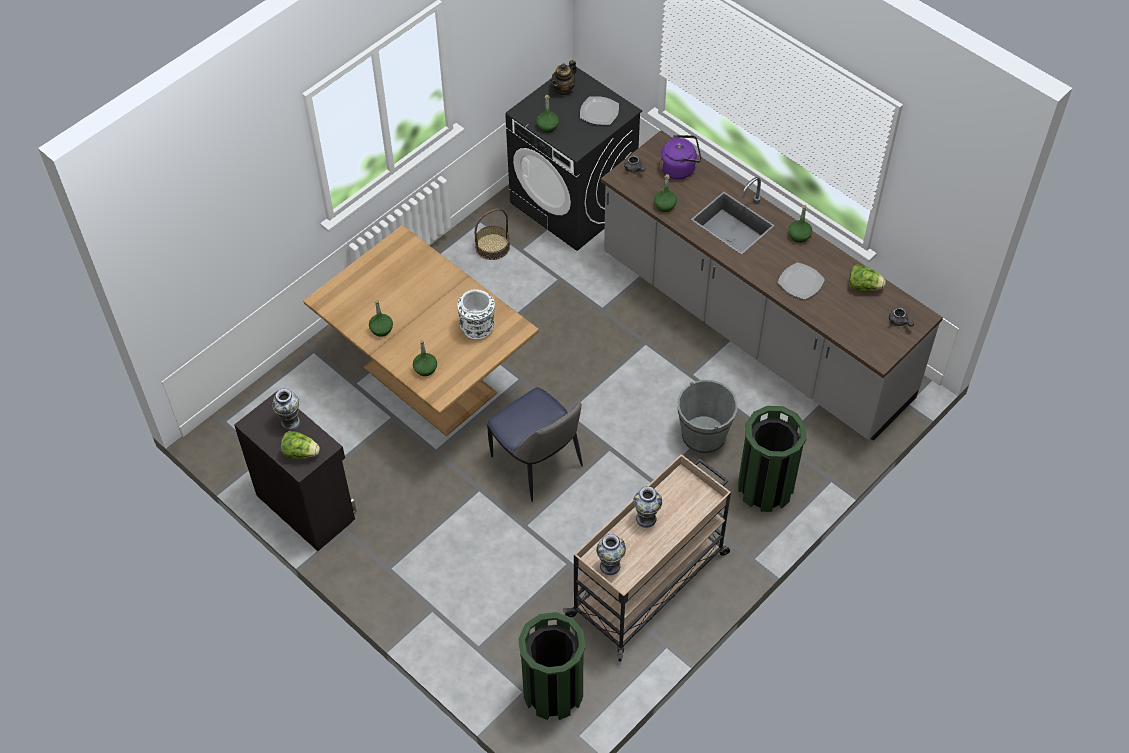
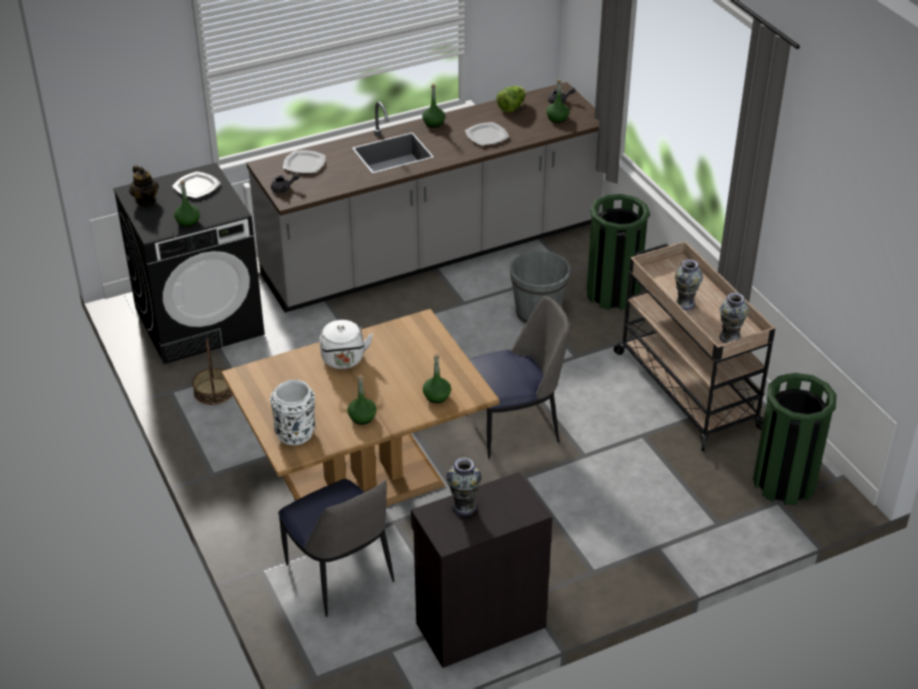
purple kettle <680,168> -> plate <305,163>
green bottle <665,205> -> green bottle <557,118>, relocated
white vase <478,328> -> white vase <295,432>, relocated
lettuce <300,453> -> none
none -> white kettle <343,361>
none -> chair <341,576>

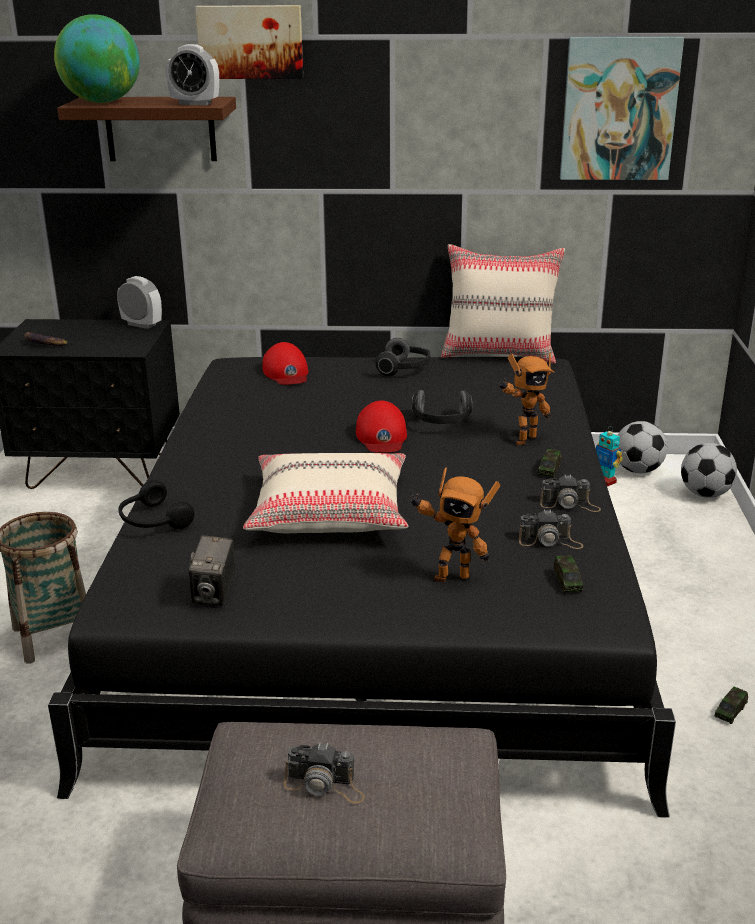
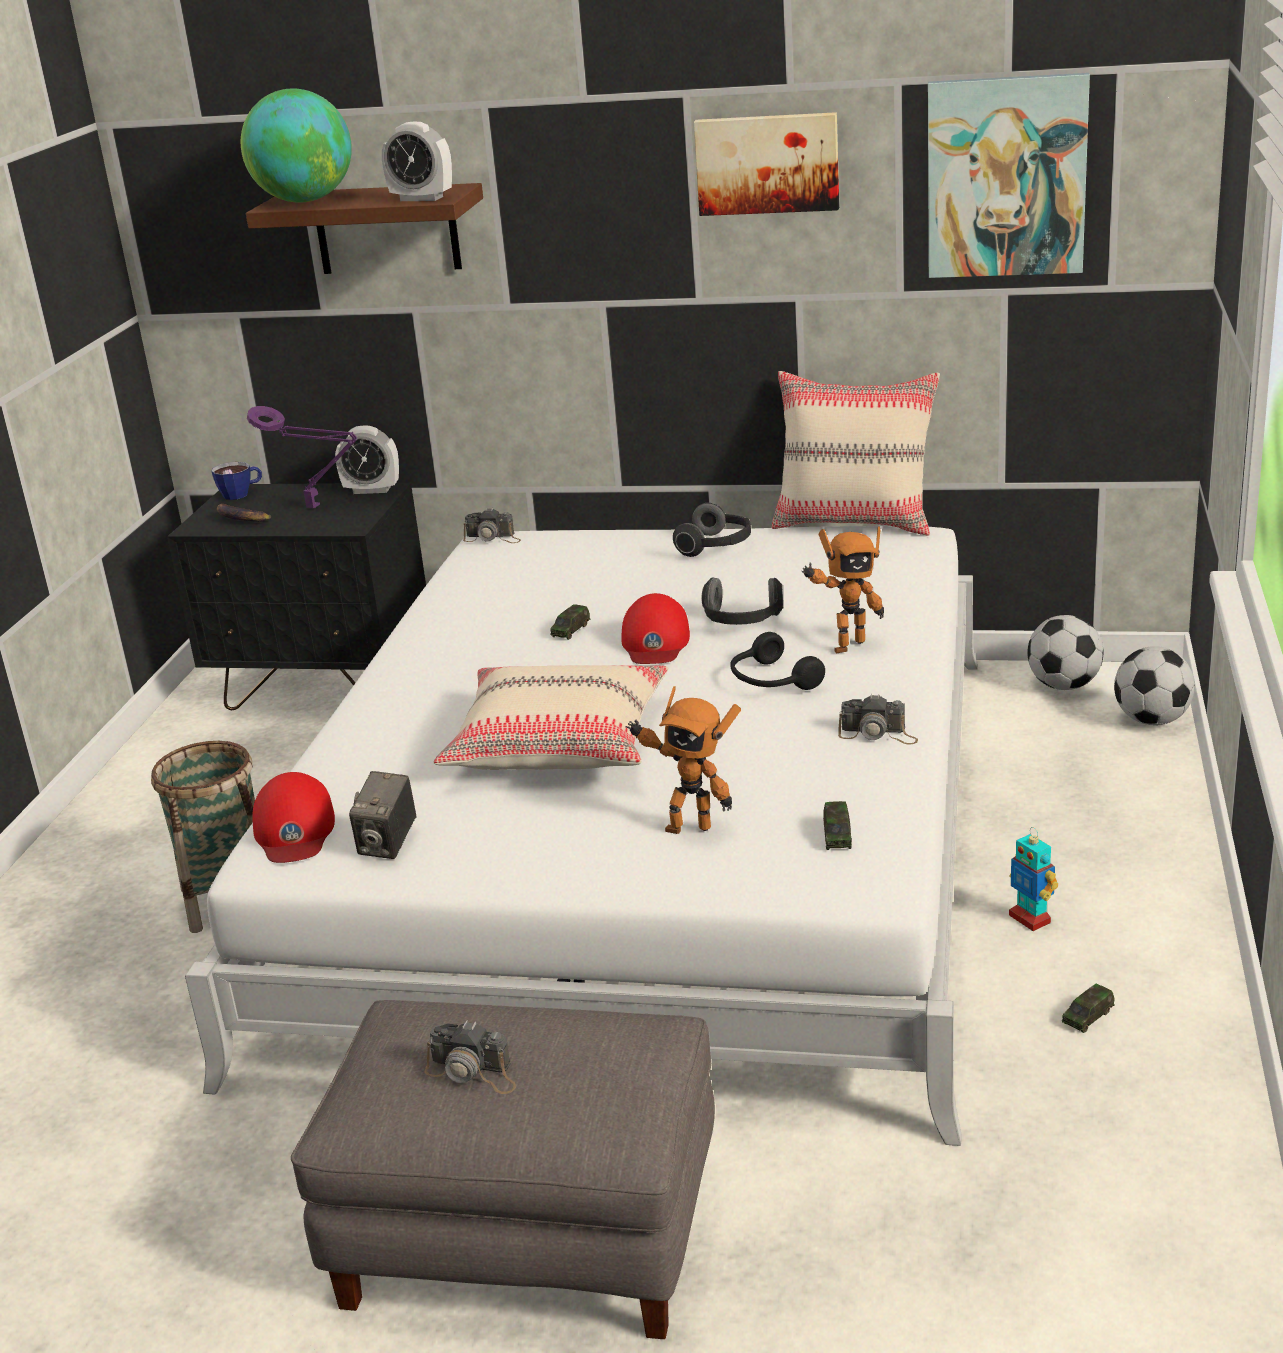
picture <250,42> -> picture <767,163>, relocated
alarm clock <141,325> -> alarm clock <372,490>, 150 degrees clockwise
red cap <286,373> -> red cap <294,830>, relocated
black bed <378,586> -> white bed <655,843>
toy robot <604,481> -> toy robot <1030,919>, relocated
toy car <549,469> -> toy car <571,630>, relocated
black headphones <152,521> -> black headphones <771,681>, relocated
photo camera <550,541> -> photo camera <493,538>, relocated
none -> purple table lamp <316,508>
none -> cup <241,494>

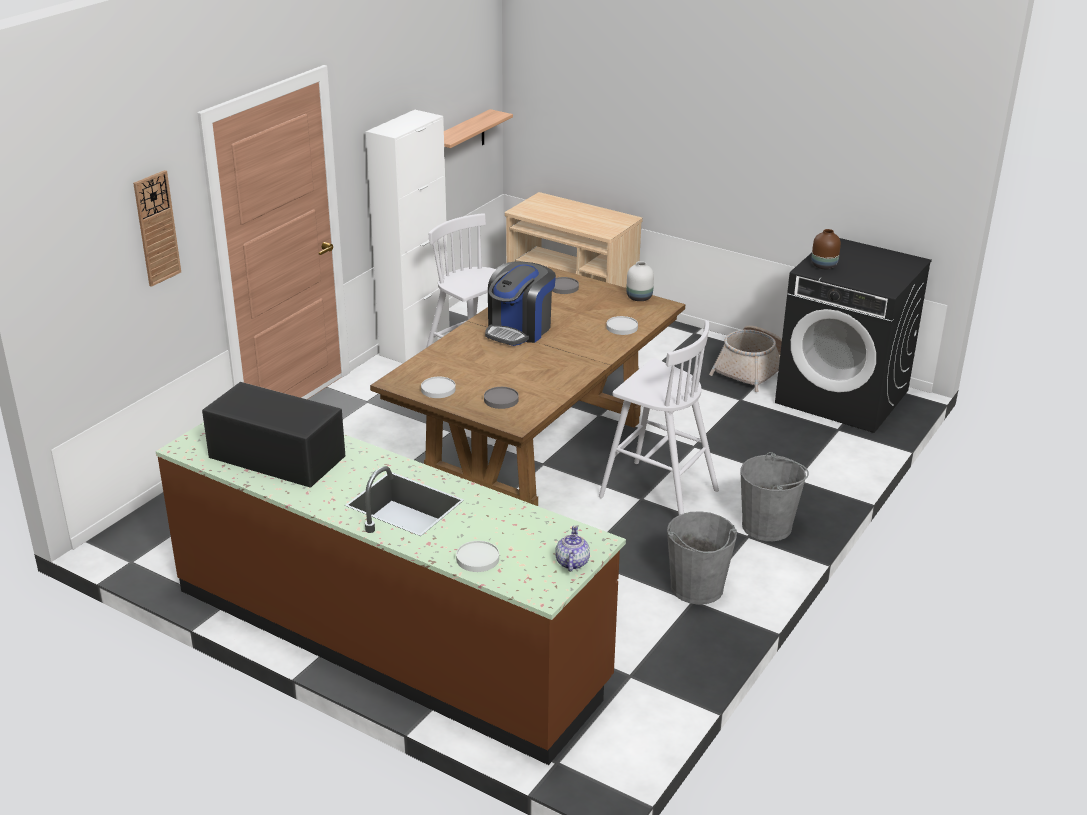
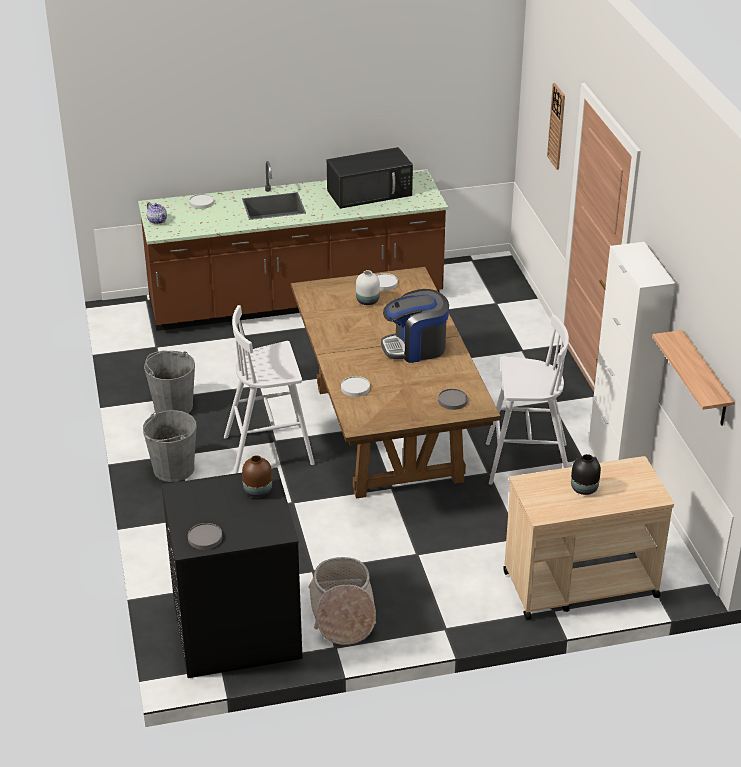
white vase <638,297> -> white vase <368,301>, relocated
coffee machine <519,329> -> coffee machine <415,347>, 90 degrees counterclockwise
grey plate <501,400> -> grey plate <205,538>, relocated
none -> black vase <585,488>

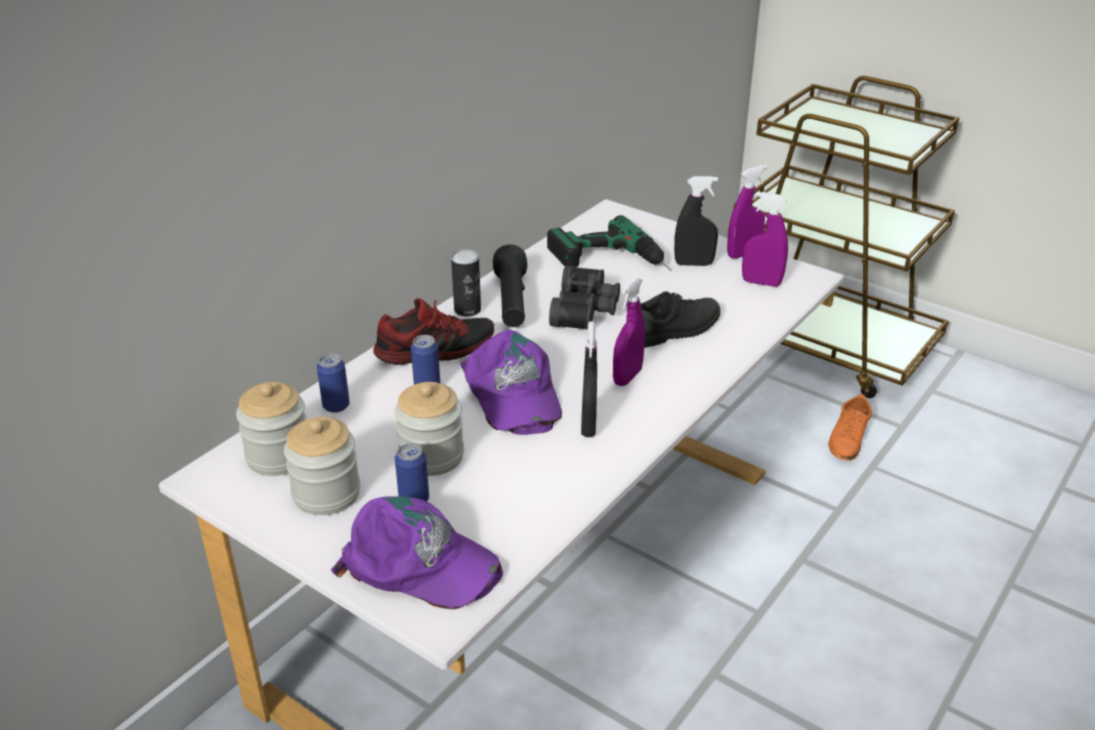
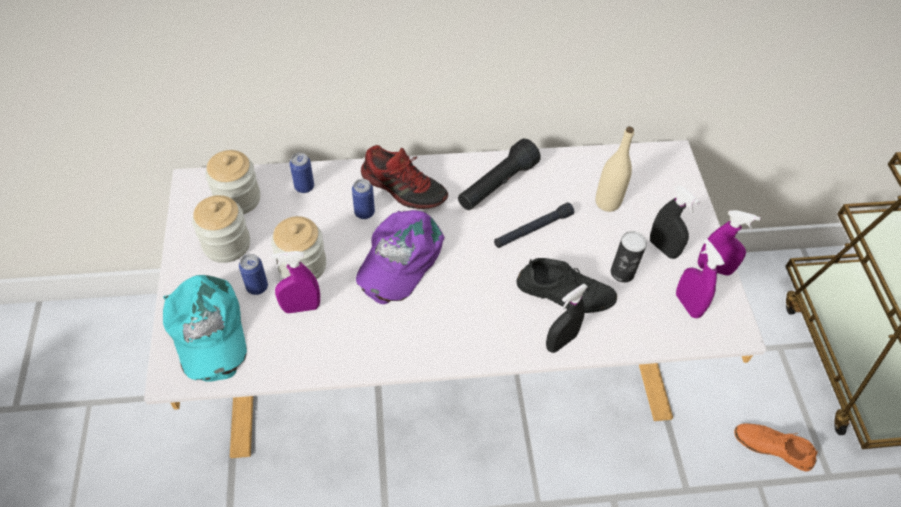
power drill <612,262> -> beige bottle <607,202>
can <467,310> -> can <622,273>, relocated
black binoculars <587,310> -> black flashlight <533,230>
purple spray bottle <627,377> -> purple spray bottle <301,307>, relocated
black spray bottle <588,426> -> black spray bottle <561,342>, relocated
orange shoe <848,438> -> orange shoe <772,447>, 45 degrees clockwise
purple cap <419,565> -> turquoise cap <206,331>

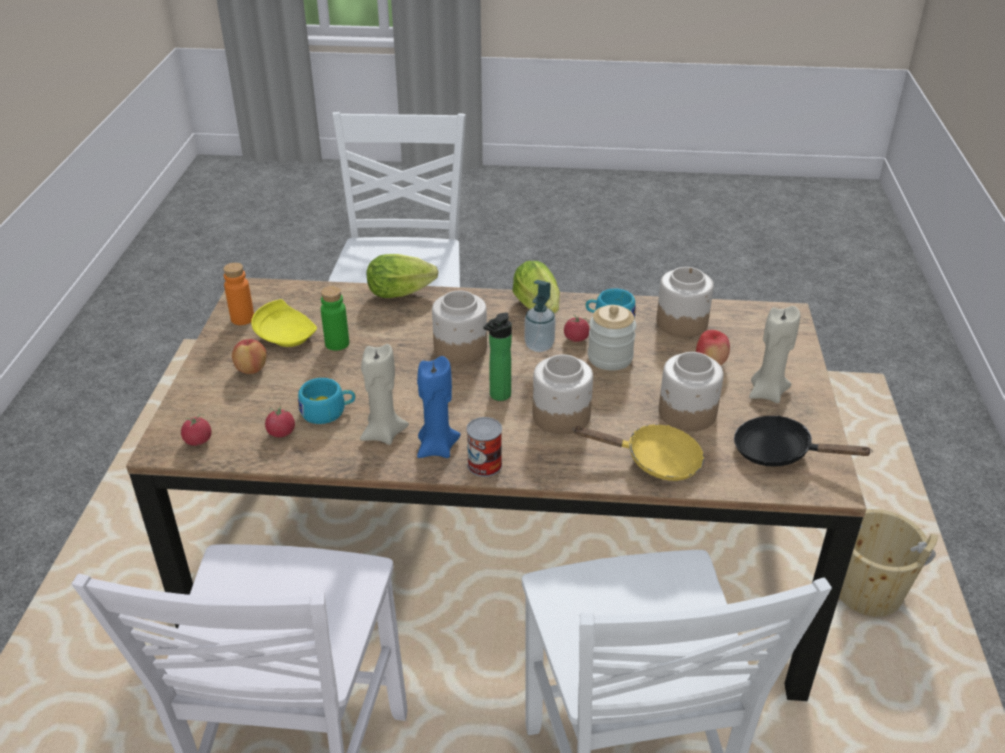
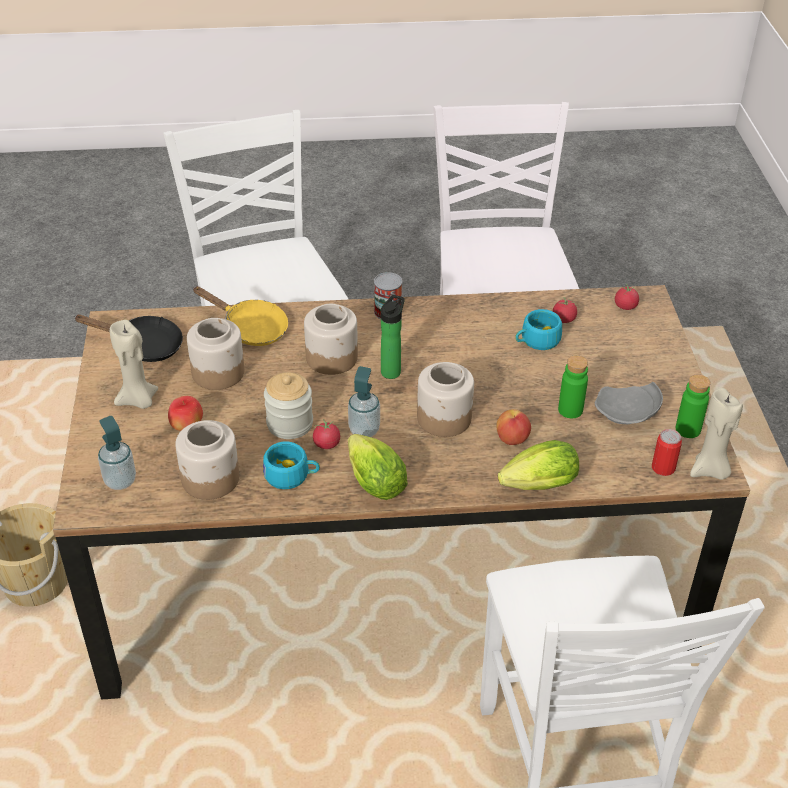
orange bottle <242,319> -> green bottle <688,429>
yellow plate <286,335> -> grey plate <627,414>
apple <251,369> -> apple <512,439>, relocated
beige candle <383,434> -> beige candle <709,471>, relocated
blue candle <436,448> -> none
yellow frying pan <654,461> -> yellow frying pan <250,328>, 150 degrees counterclockwise
none -> soap dispenser <120,481>
none -> can <663,468>

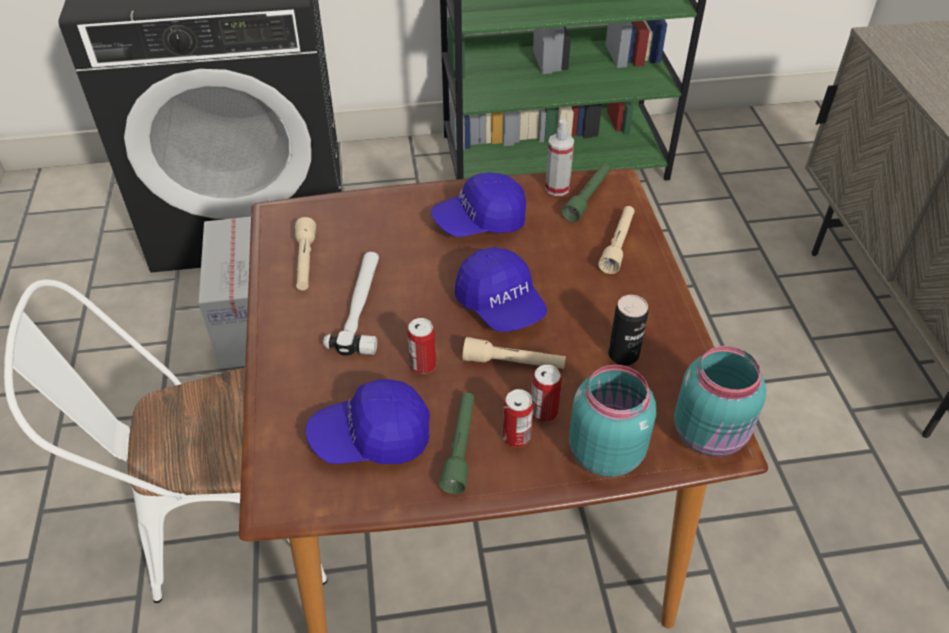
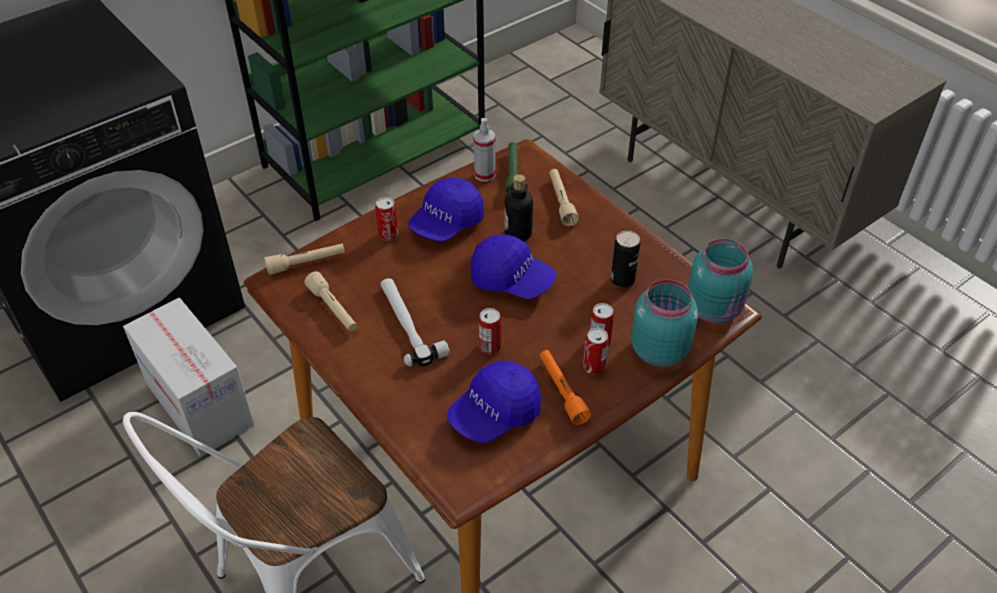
beige flashlight <514,363> -> beige flashlight <306,263>, relocated
green flashlight <460,447> -> orange flashlight <562,391>
none -> bottle <518,233>
none -> can <388,234>

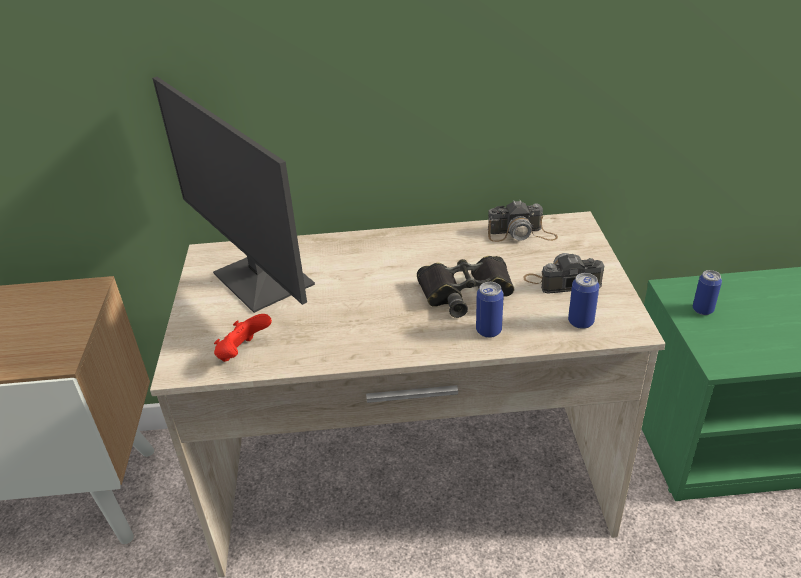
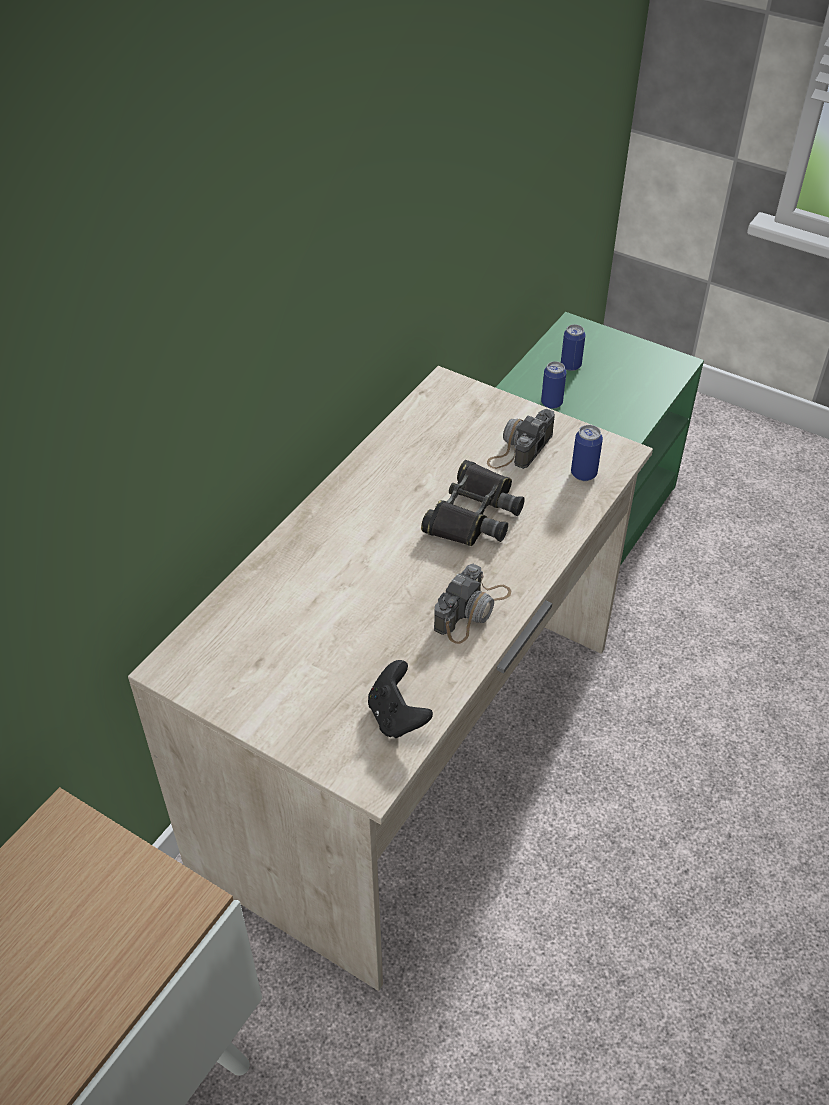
monitor <261,280> -> none
photo camera <521,234> -> photo camera <472,610>, relocated
can <488,331> -> can <570,365>, relocated
red game controller <243,353> -> black game controller <397,716>

